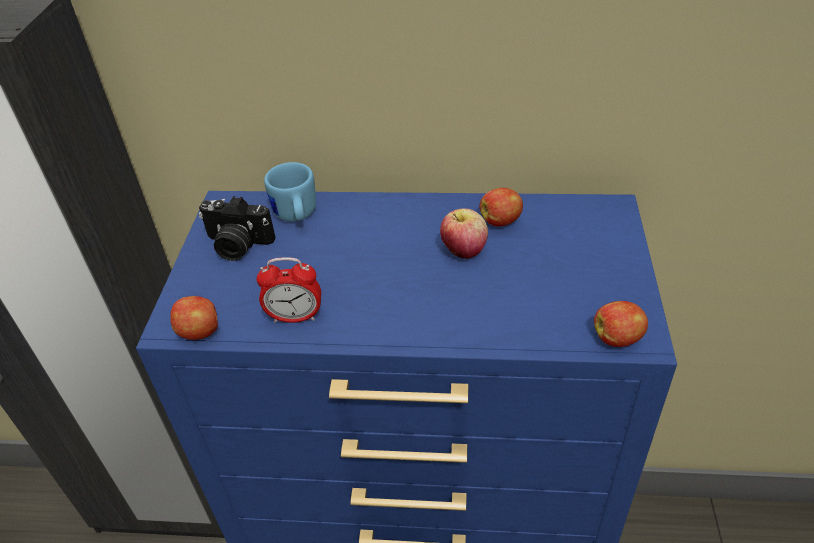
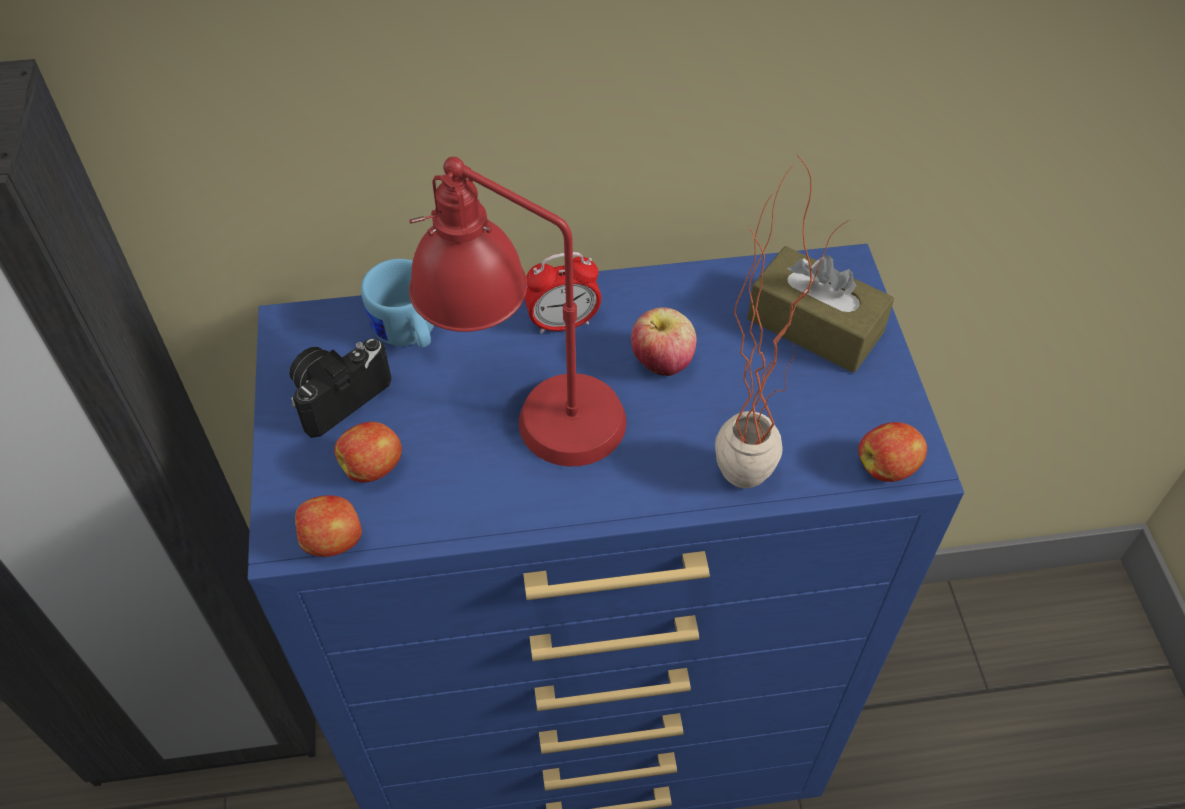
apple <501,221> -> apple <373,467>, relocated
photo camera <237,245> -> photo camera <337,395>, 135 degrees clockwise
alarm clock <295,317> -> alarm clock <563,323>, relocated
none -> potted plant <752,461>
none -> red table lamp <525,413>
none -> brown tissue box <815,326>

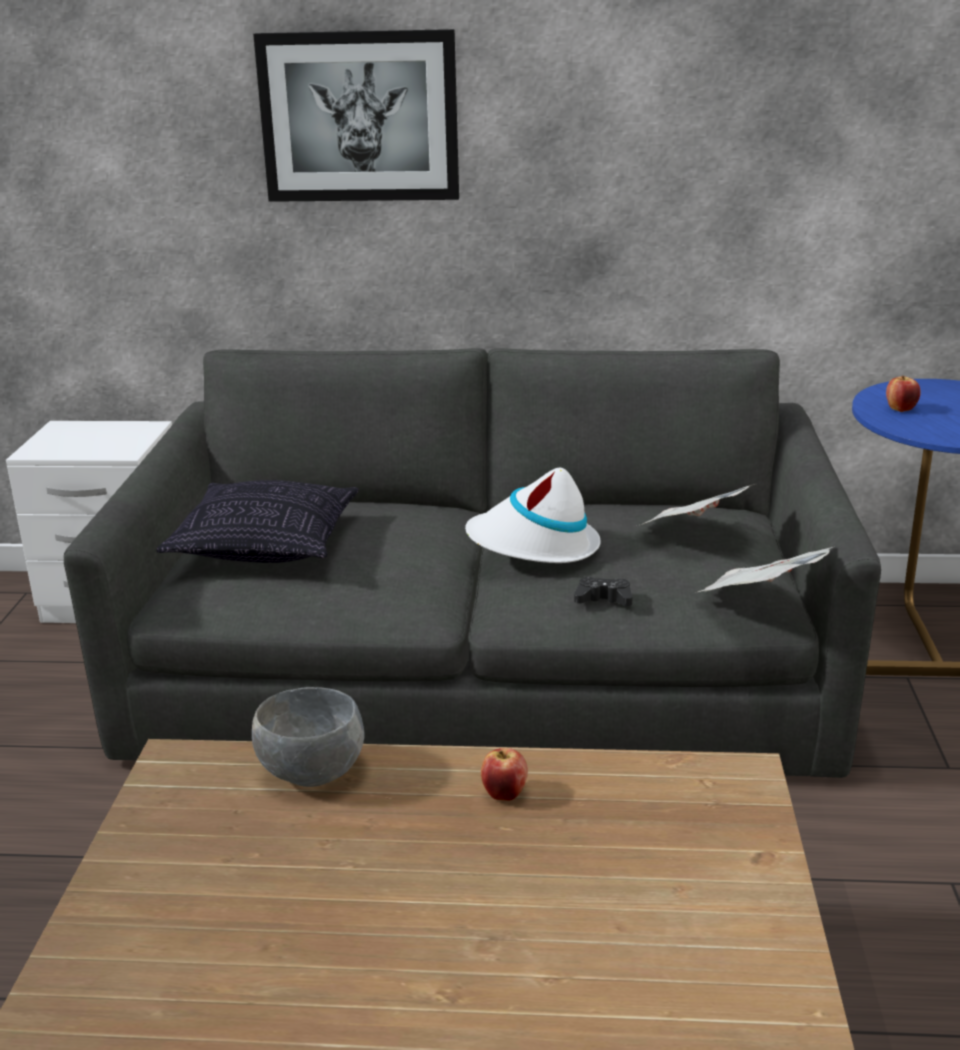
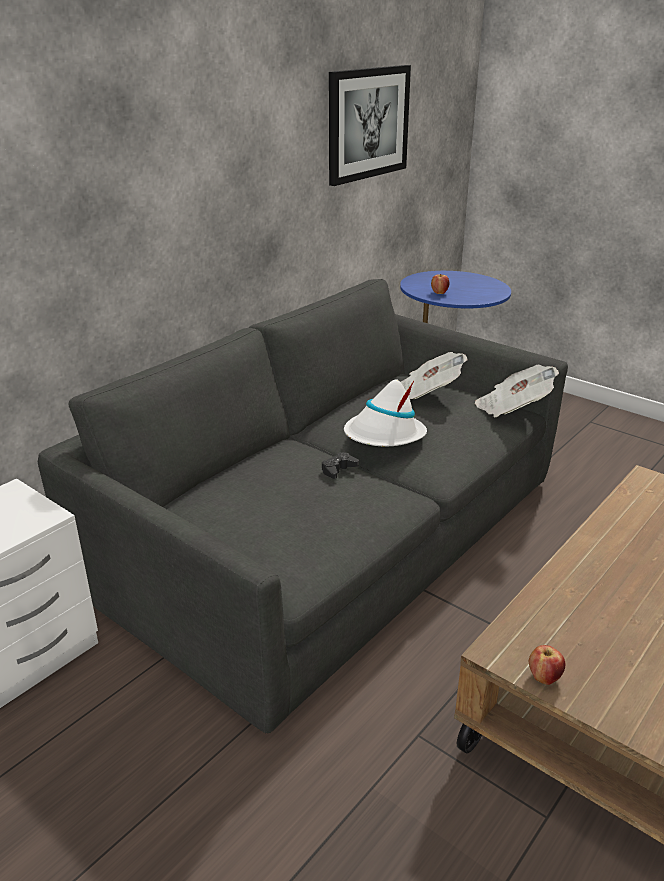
picture <359,117> -> picture <368,123>, relocated
pillow <266,545> -> none
black game controller <603,599> -> black game controller <338,469>, relocated
grey bowl <313,775> -> none
apple <505,794> -> apple <544,677>, relocated

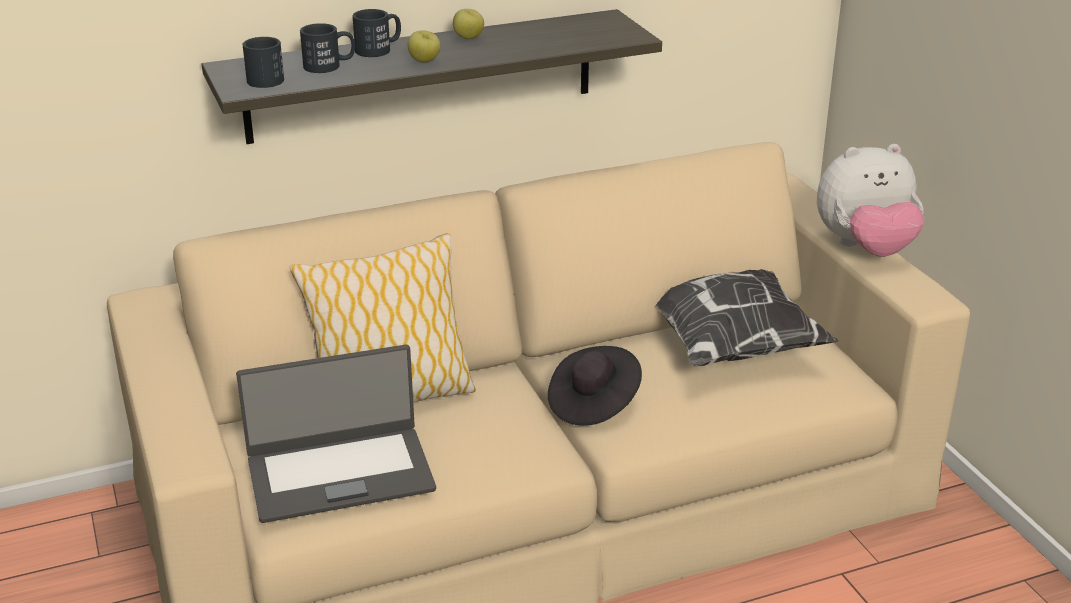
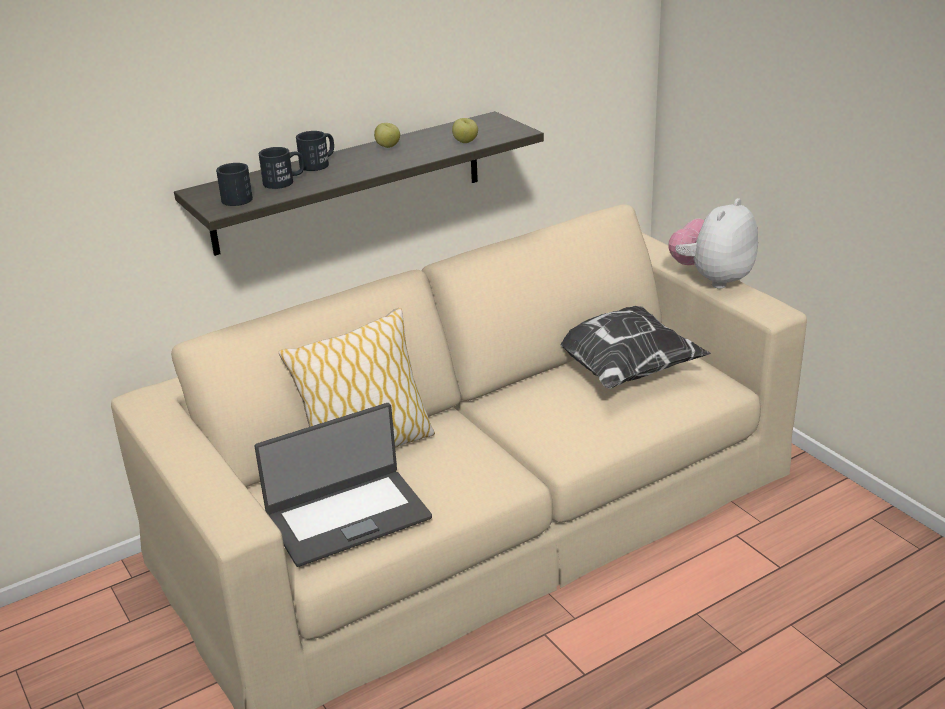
apple <424,61> -> apple <465,142>, relocated
plush toy <865,248> -> plush toy <712,279>, 150 degrees clockwise
black hat <593,403> -> none

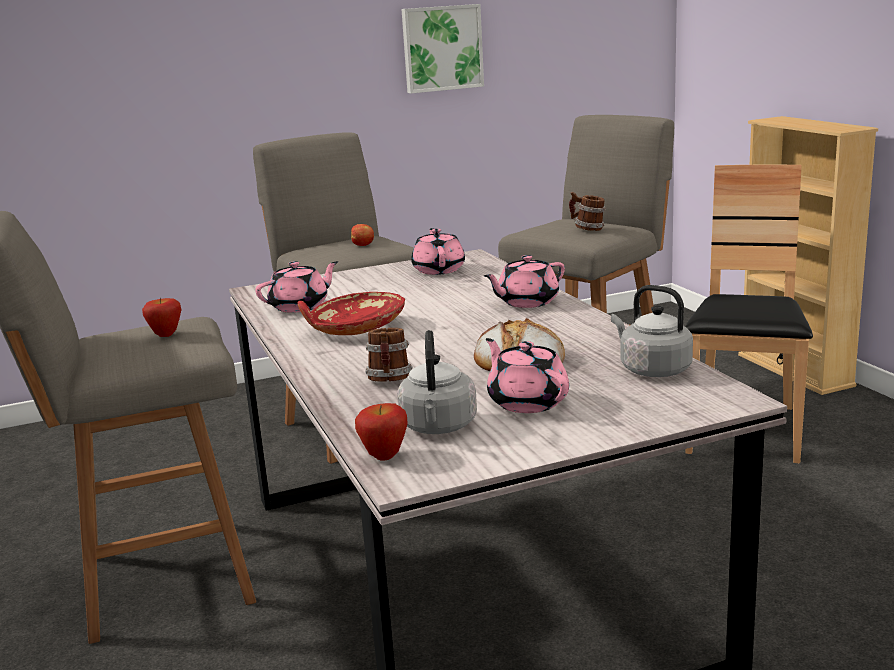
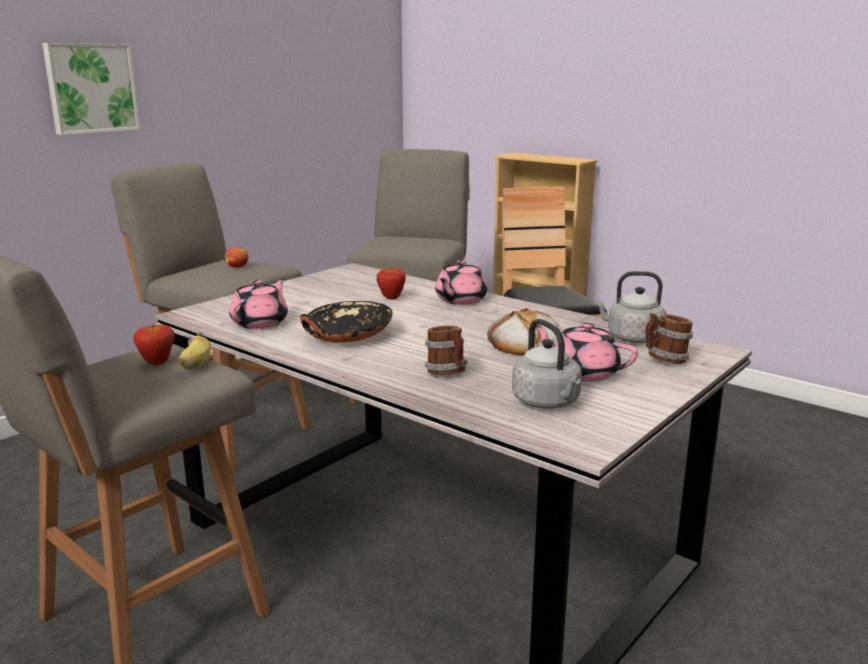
picture <441,48> -> picture <91,88>, relocated
mug <587,229> -> mug <665,360>, relocated
pink teapot <439,270> -> none
red bowl <355,329> -> black bowl <346,336>
apple <384,456> -> apple <391,298>, relocated
none -> banana <196,365>

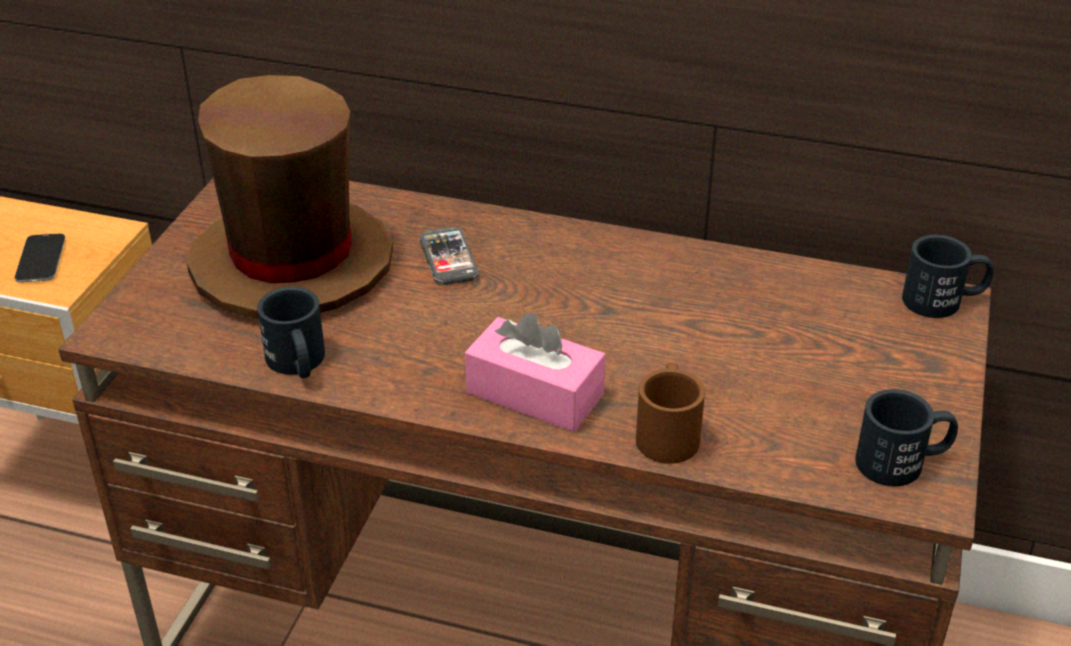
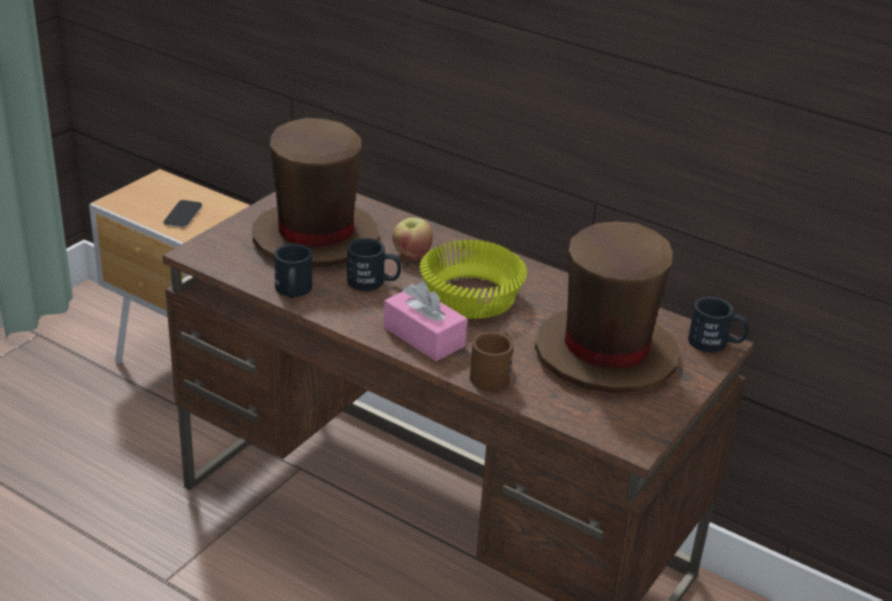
phone <449,258> -> apple <411,254>
black mug <903,462> -> black mug <373,282>, relocated
none -> brown hat <605,354>
none -> yellow bowl <469,297>

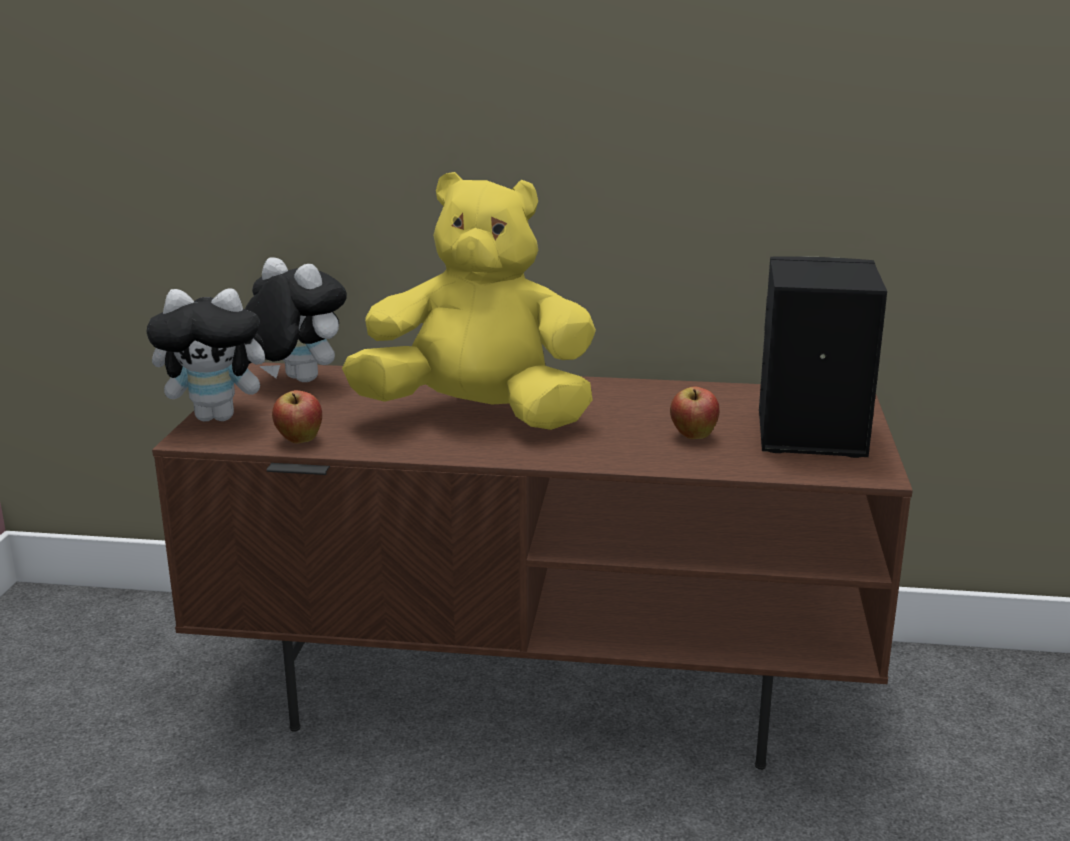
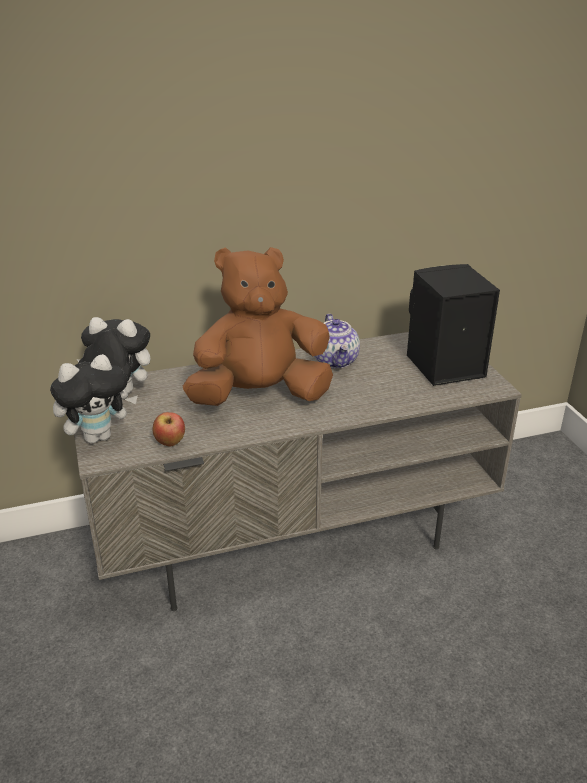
yellow plush toy <478,416> -> brown plush toy <260,396>
brown tv stand <539,685> -> grey tv stand <293,534>
apple <693,436> -> none
none -> teapot <336,361>

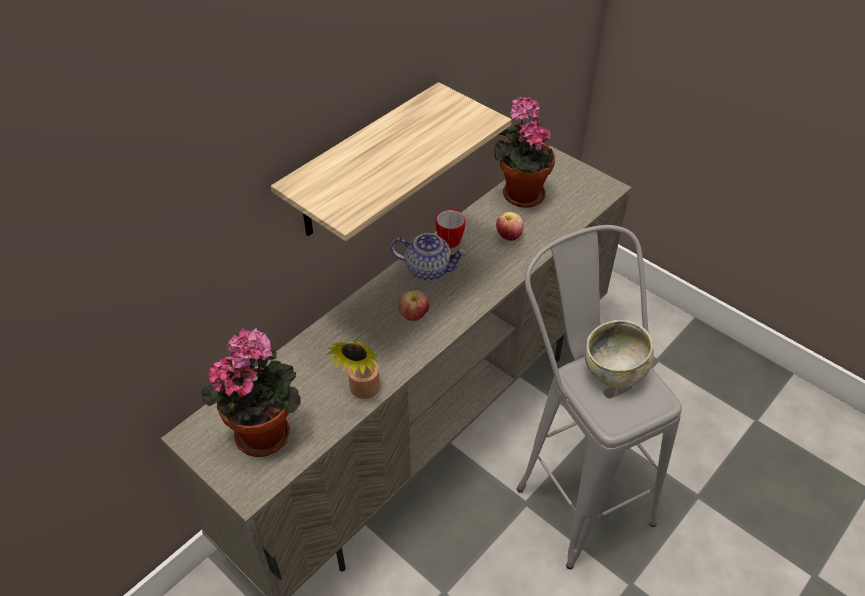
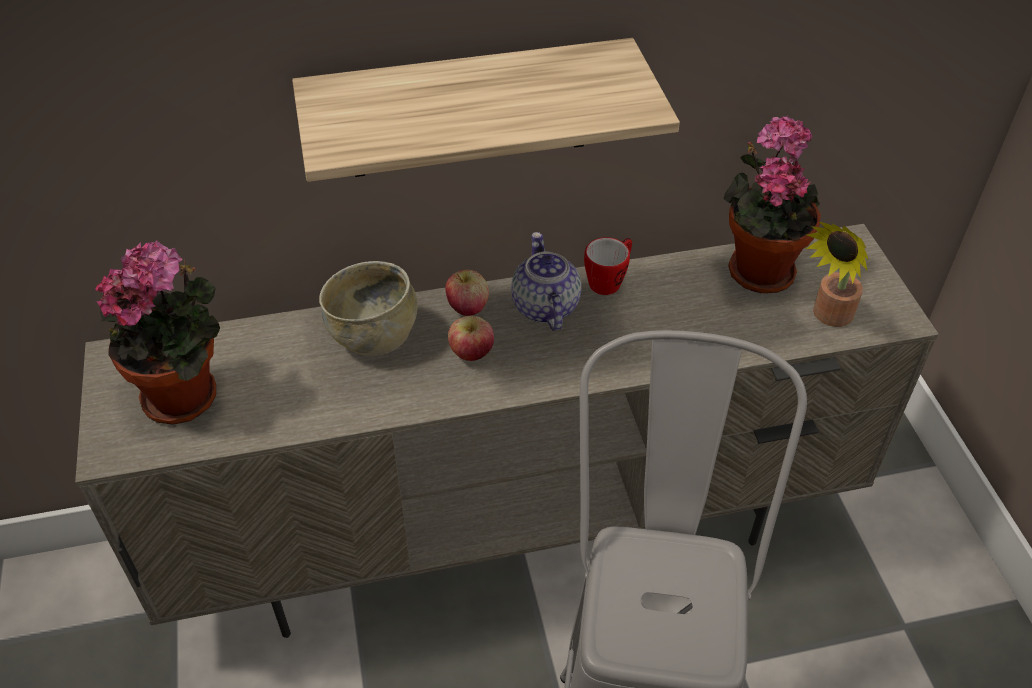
apple <509,236> -> apple <467,308>, relocated
teapot <429,269> -> teapot <544,306>, 150 degrees counterclockwise
beige bowl <614,371> -> beige bowl <374,334>, relocated
potted plant <363,392> -> potted plant <828,317>, relocated

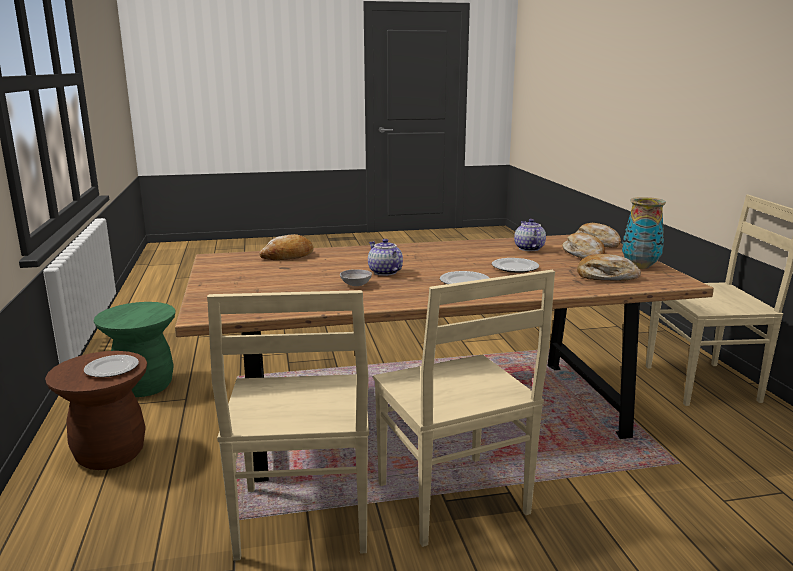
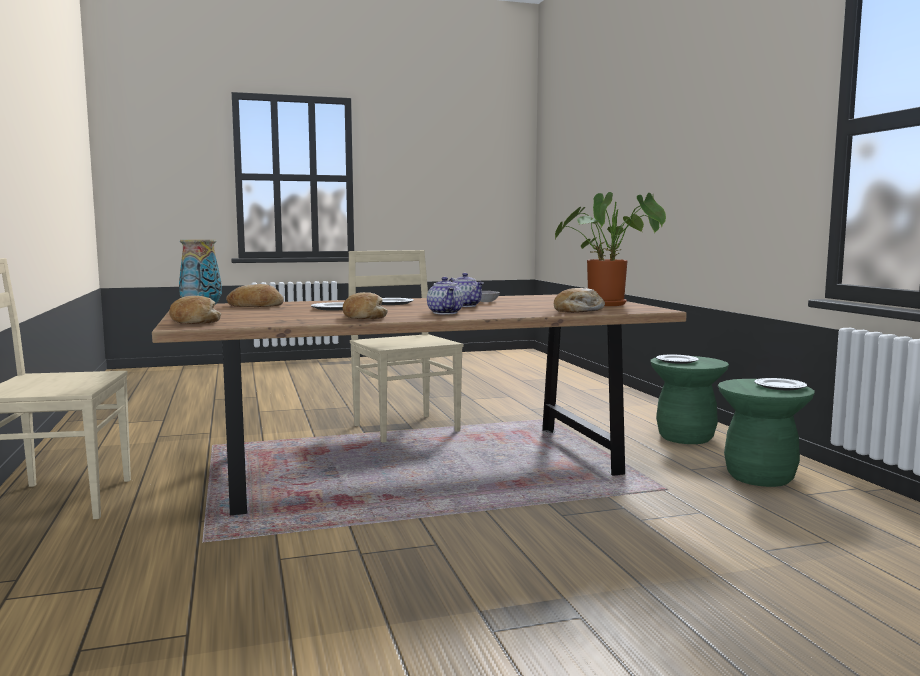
teapot <528,248> -> teapot <446,313>, relocated
bread <584,255> -> bread <363,317>, relocated
beige chair <303,522> -> none
brown stool <110,454> -> green stool <685,437>
none -> potted plant <611,304>
none -> plate <780,387>

